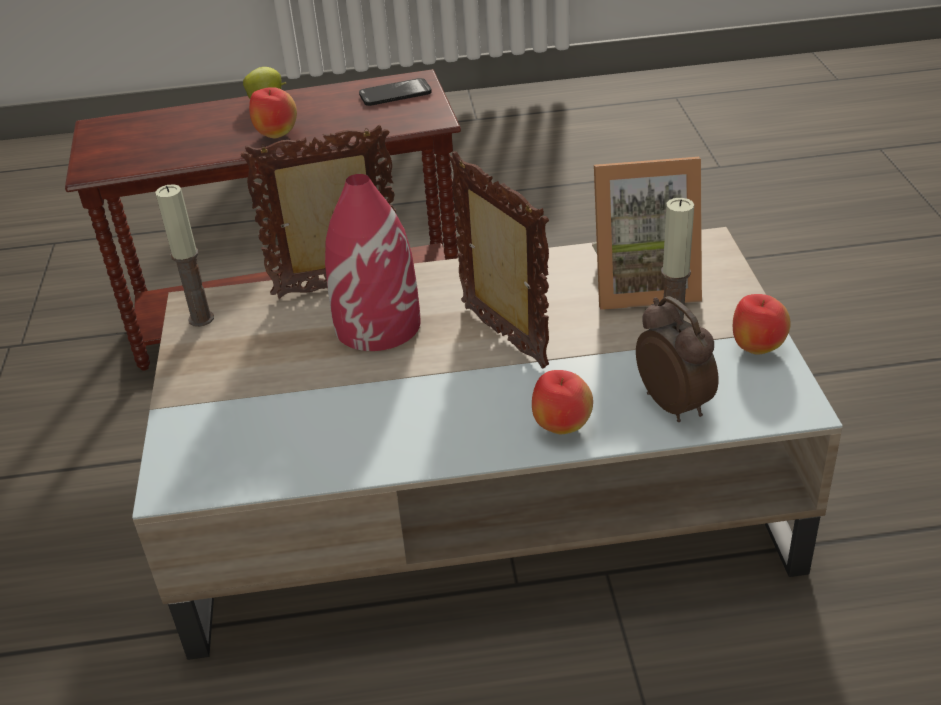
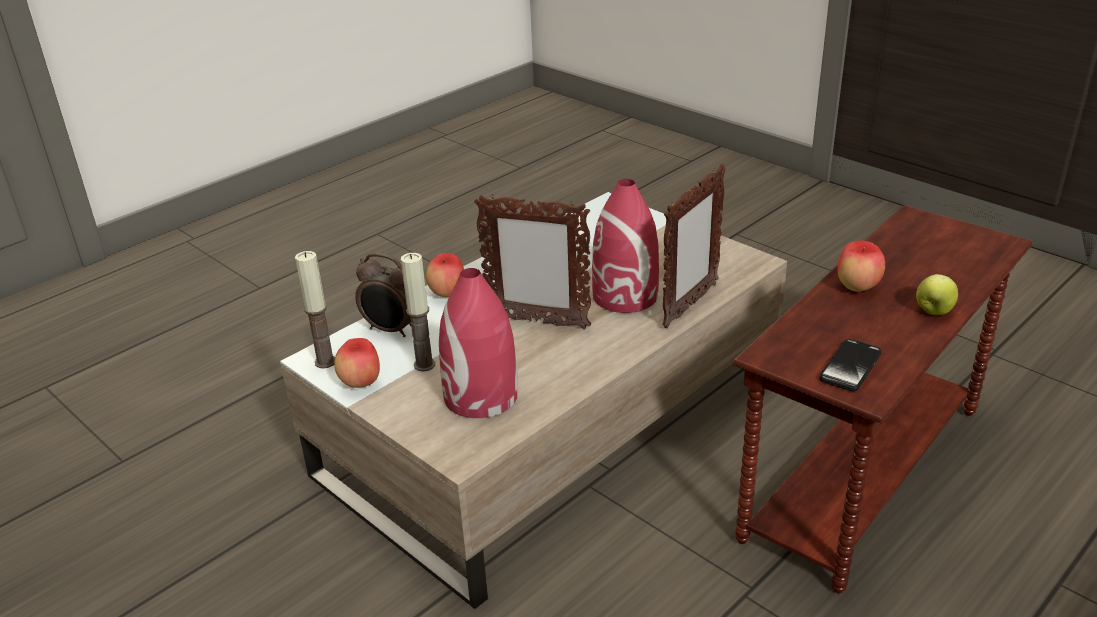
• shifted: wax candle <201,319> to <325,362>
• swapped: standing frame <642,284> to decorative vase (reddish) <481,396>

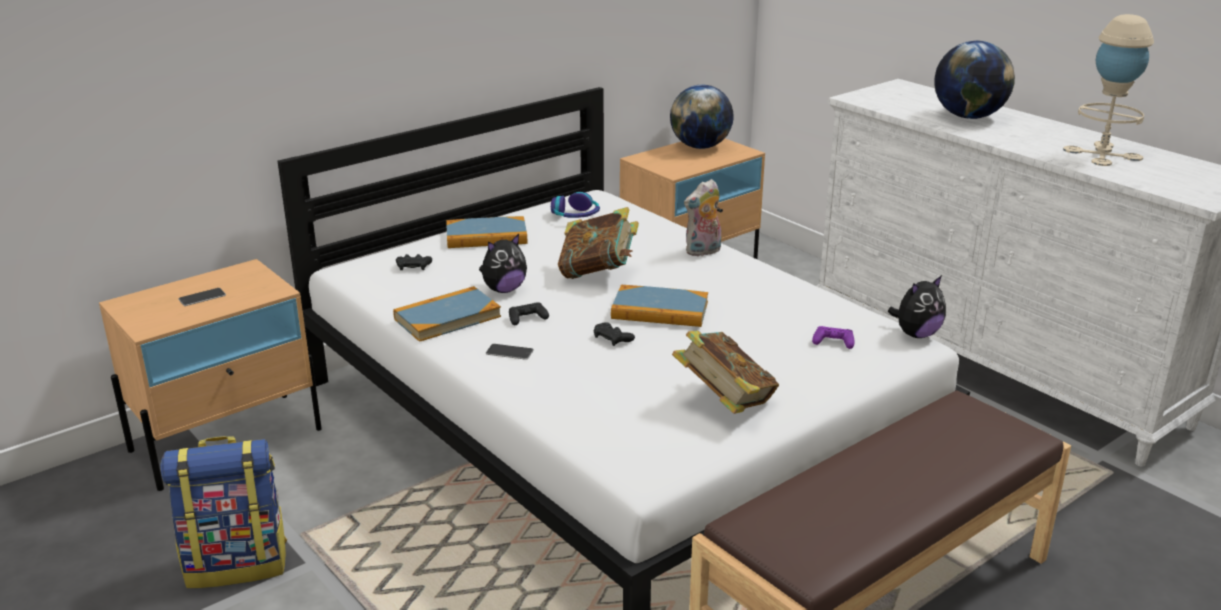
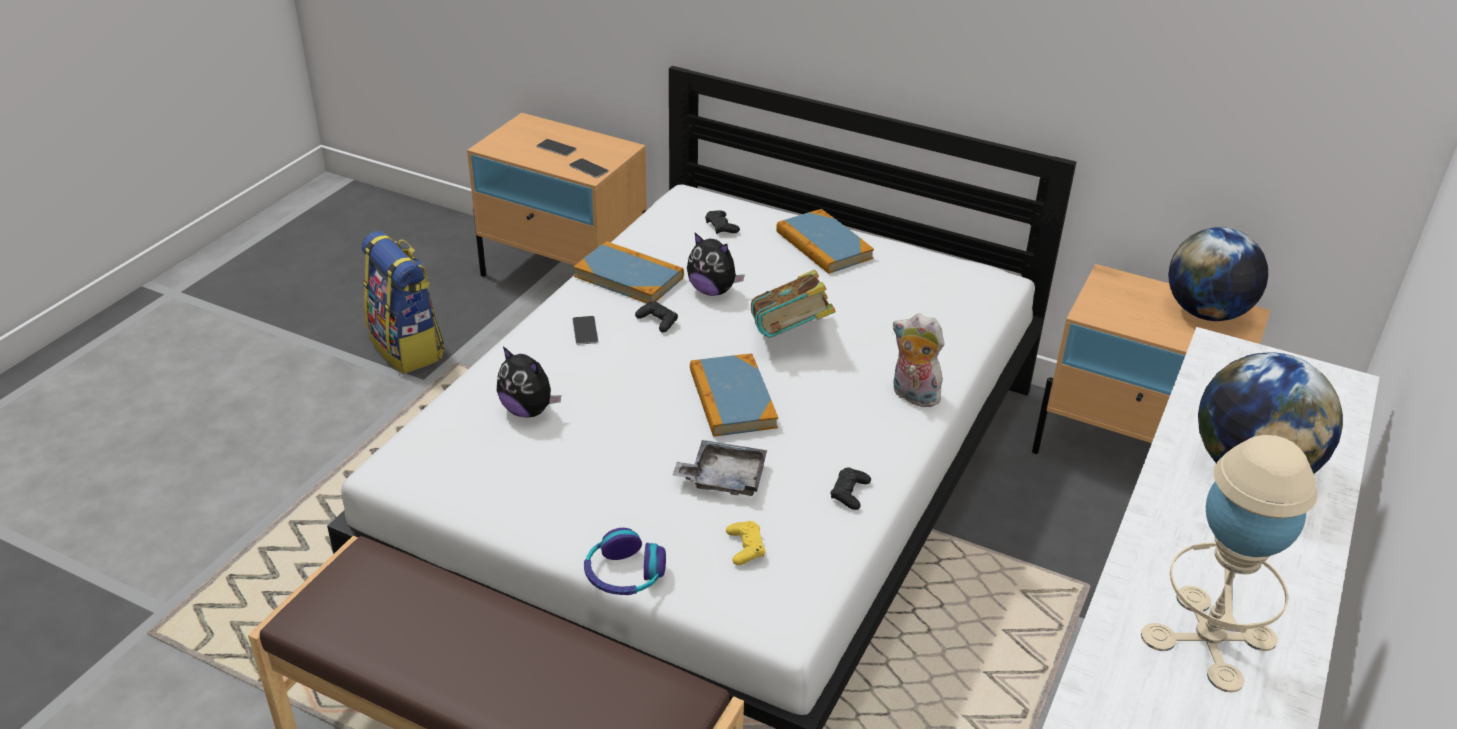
• gone: book <724,402>
• new: telephone <588,168>
• new: serving tray (greyish) <723,478>
• shifted: headphones <575,215> to <624,574>
• shifted: joypad (blackish) <612,338> to <849,493>
• shifted: plush toy <916,334> to <528,410>
• repainted: joypad (purple) <833,342> to joypad (yellowish) <745,547>

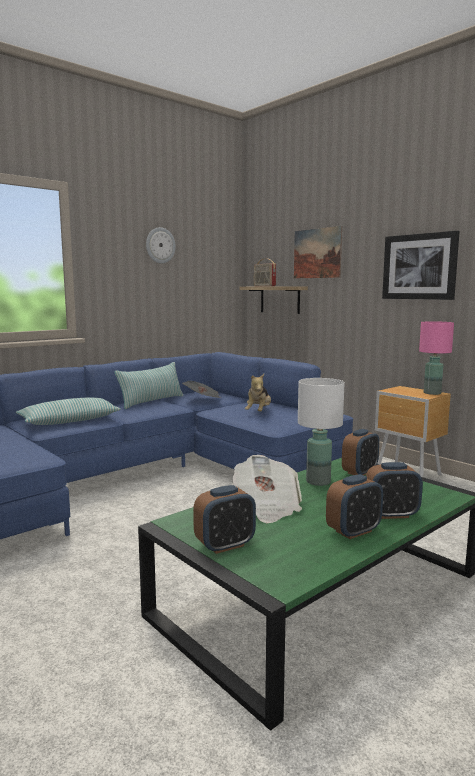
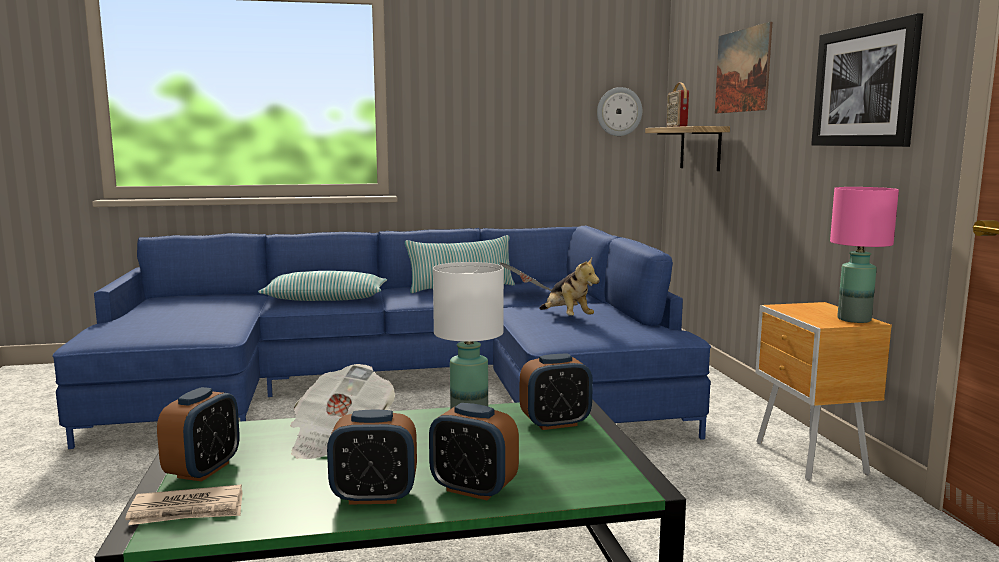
• new: daily paper <188,510>
• shifted: clock on the wall <160,245> to <619,111>
• rotated: alarm clock <225,545> = <203,470> 75 degrees counterclockwise
• rotated: plush toy <258,412> = <566,318> 75 degrees counterclockwise

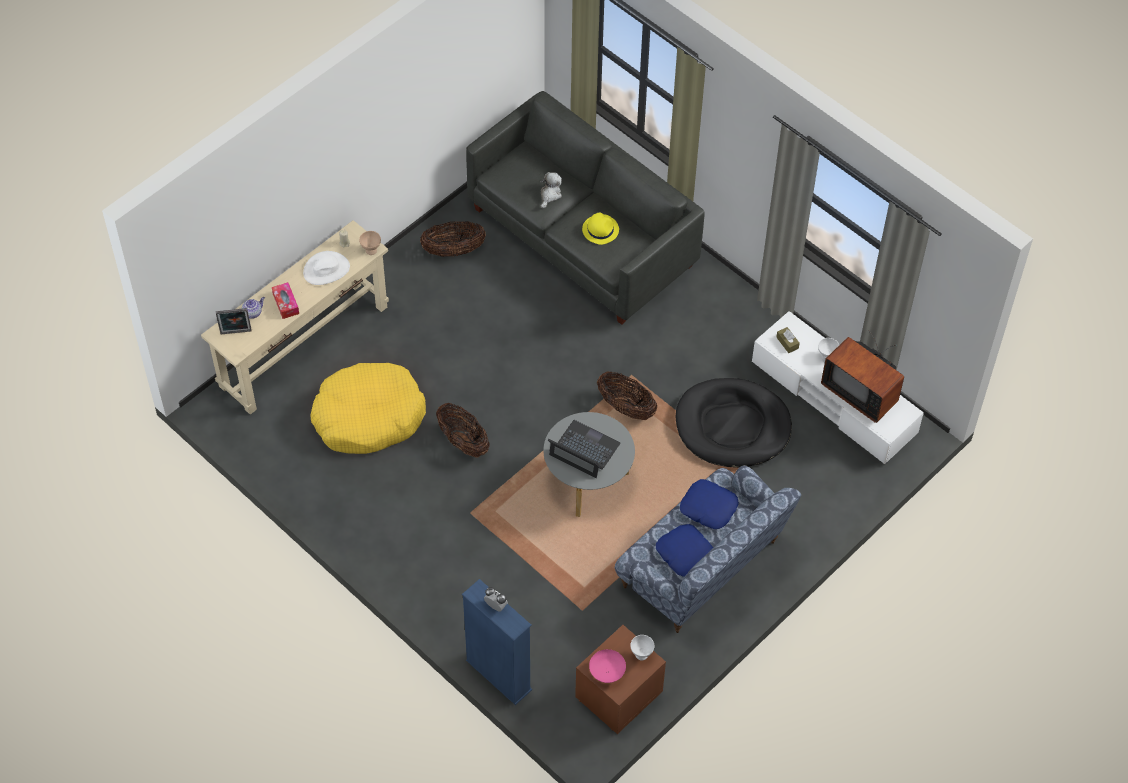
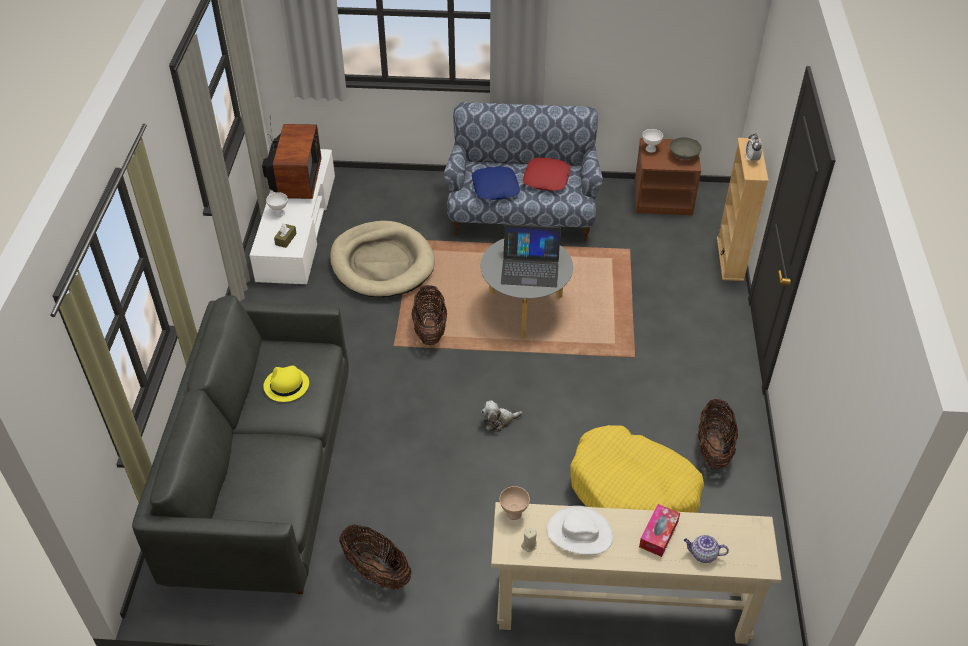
• gone: standing frame <236,333>
• shifted: storage basket <463,442> to <713,448>
• shifted: plush toy <550,195> to <499,421>
• repainted: bookcase (bluish) <498,675> to bookcase (beige) <730,259>
• repainted: serving bowl (pink-coloured) <607,672> to serving bowl (greyish) <684,156>
• repainted: throw pillow (bluish) <685,554> to throw pillow (reddish) <547,179>
• repainted: pet bed (blackish) <732,426> to pet bed (beige) <382,263>
• rotated: laptop <584,450> = <530,267> 75 degrees counterclockwise

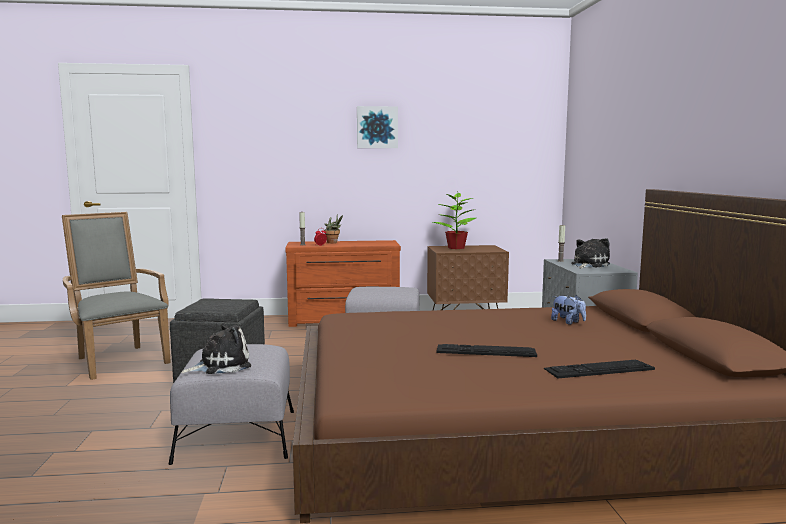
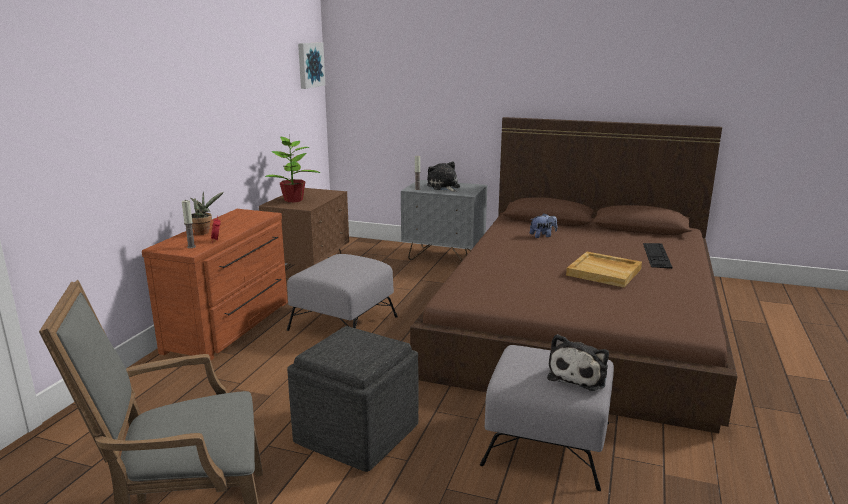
• shifted: wall art <377,127> to <310,65>
• swapped: computer keyboard <486,351> to serving tray (beige) <604,272>
• rotated: plush toy <221,365> = <579,375> 150 degrees counterclockwise

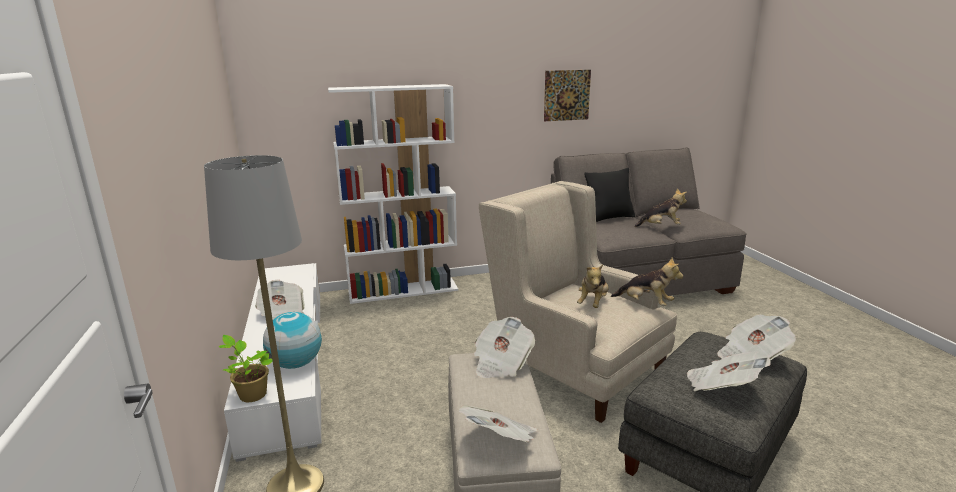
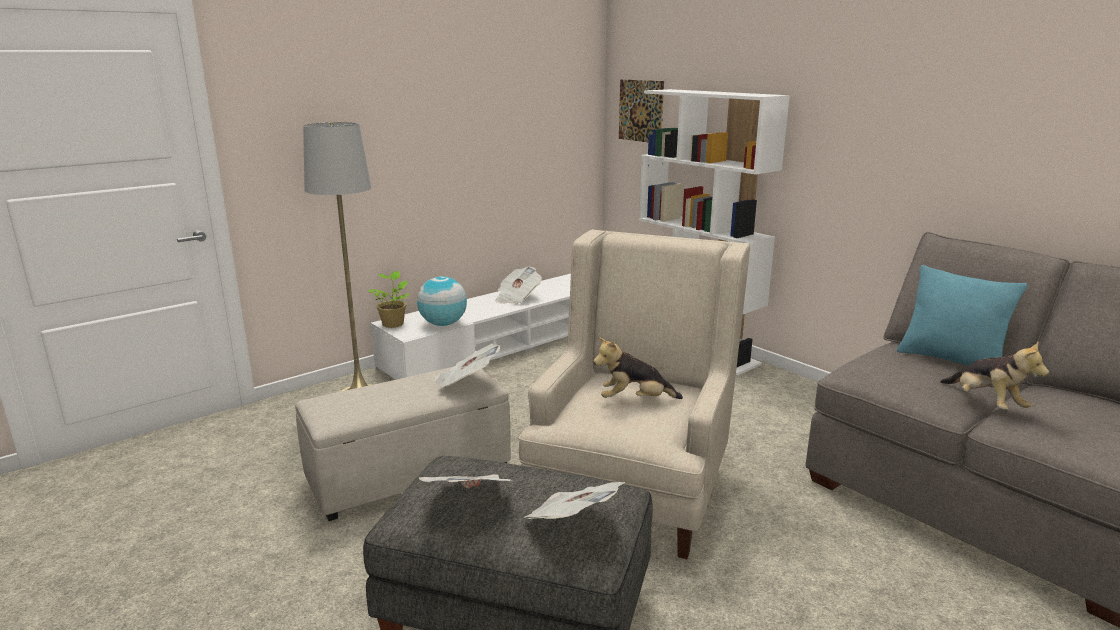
• gone: daily paper <500,440>
• gone: plush toy <645,303>
• shifted: wall art <567,95> to <640,111>
• repainted: throw pillow (blackish) <609,218> to throw pillow (blue-green) <950,360>

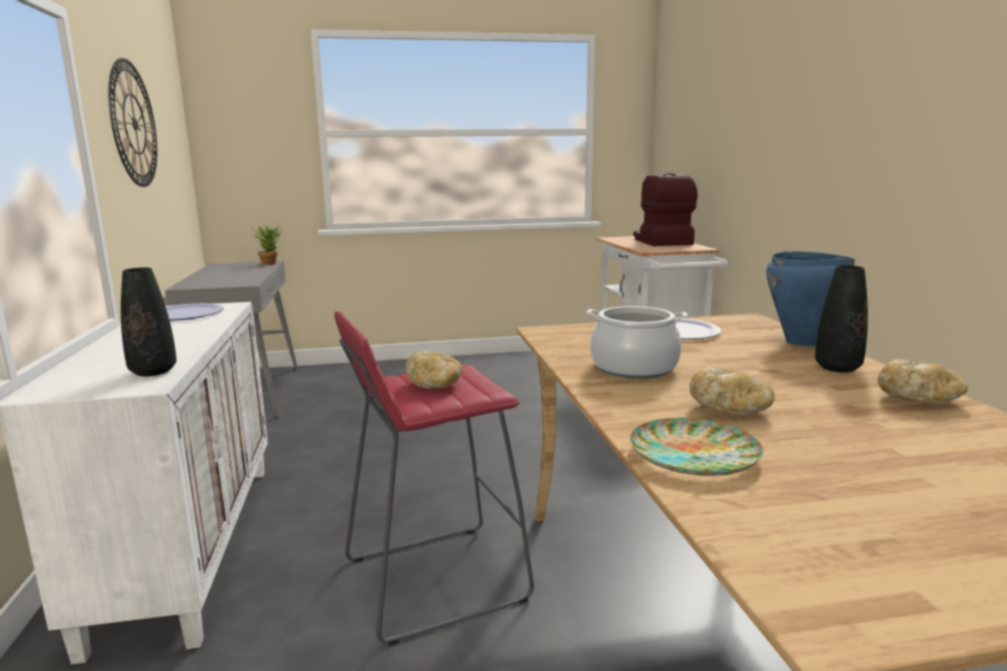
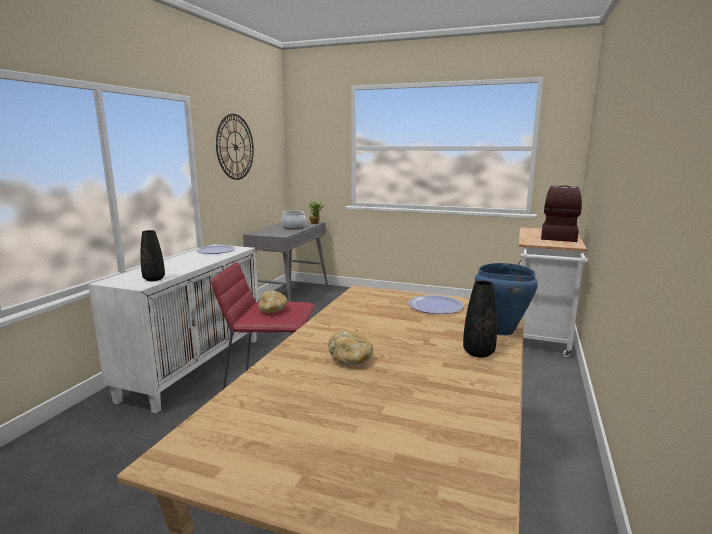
• gone: plate <694,455>
• gone: bread <918,399>
• shifted: saucepot <634,368> to <294,227>

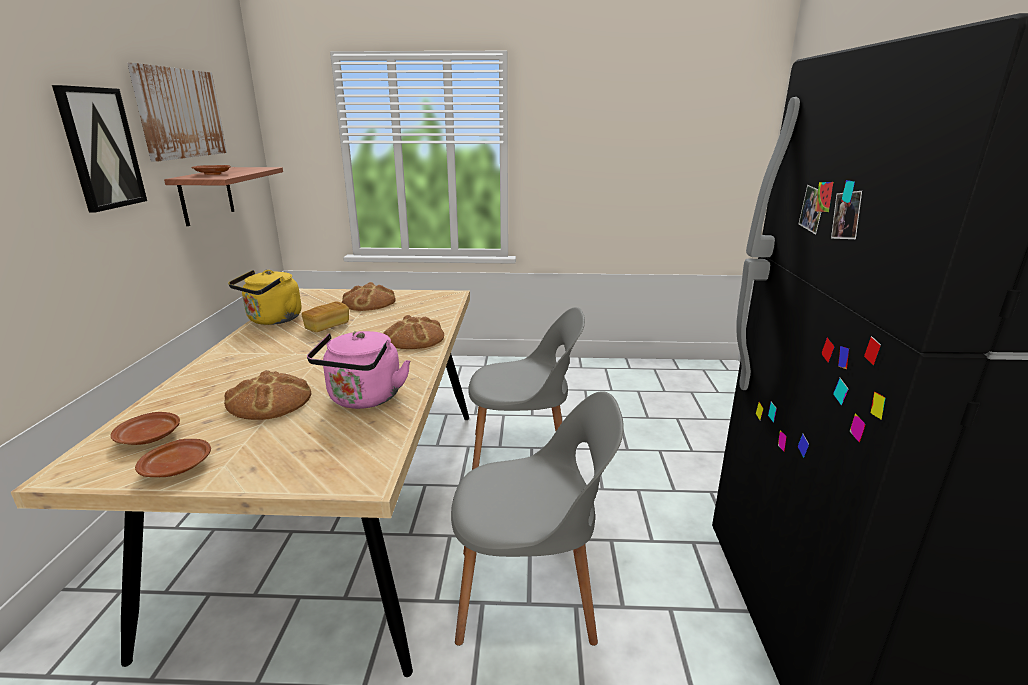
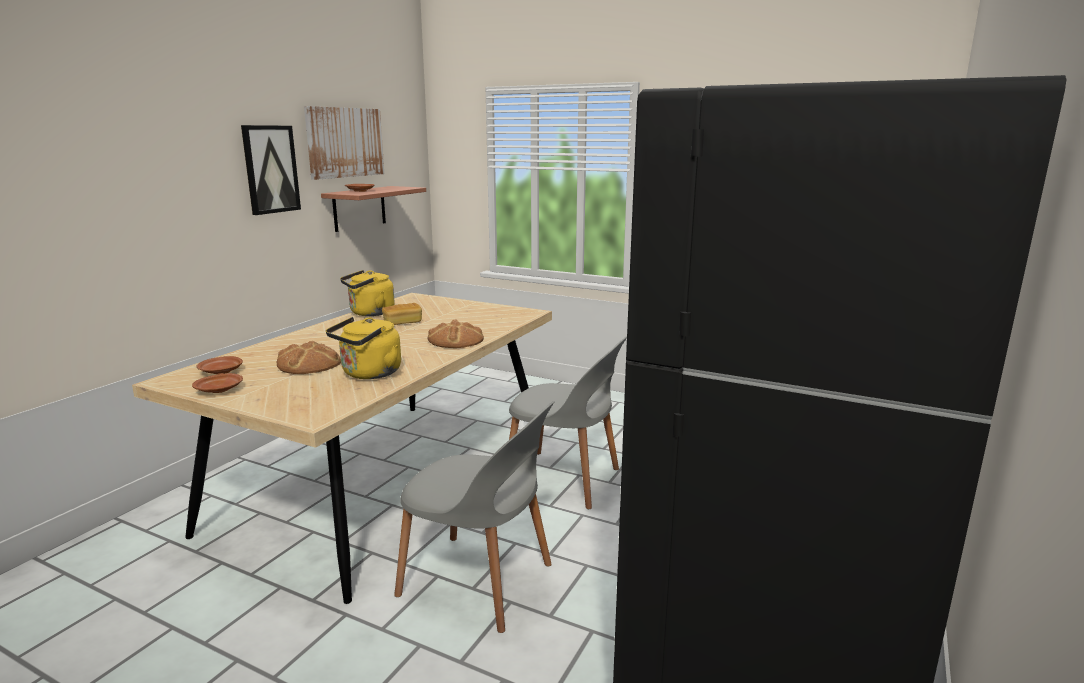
• gone: bread <369,302>
• repainted: kettle (pink-coloured) <363,399> to kettle (yellowish) <369,374>

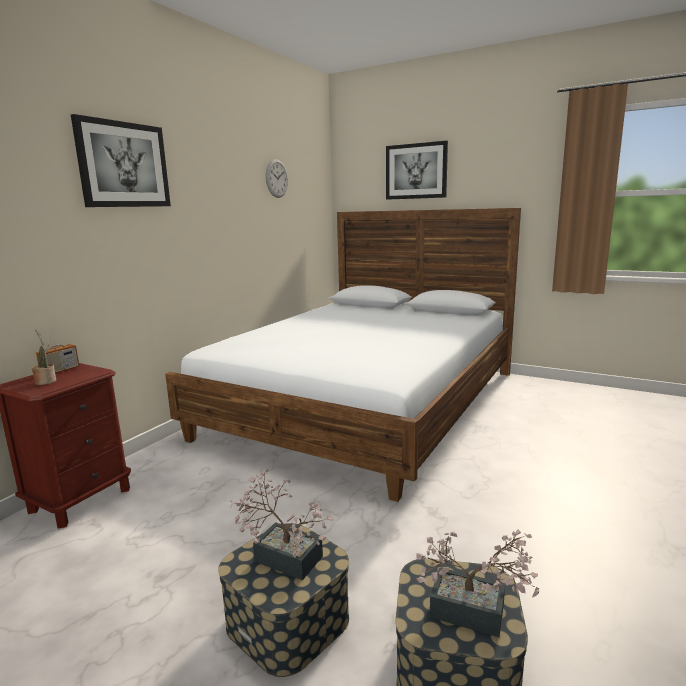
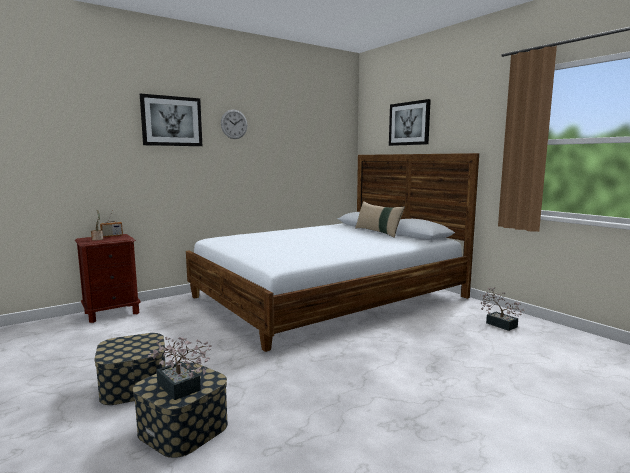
• new: throw pillow (beige) <378,232>
• shifted: houseplant <282,555> to <498,324>
• shifted: clock on the wall <276,178> to <234,124>

